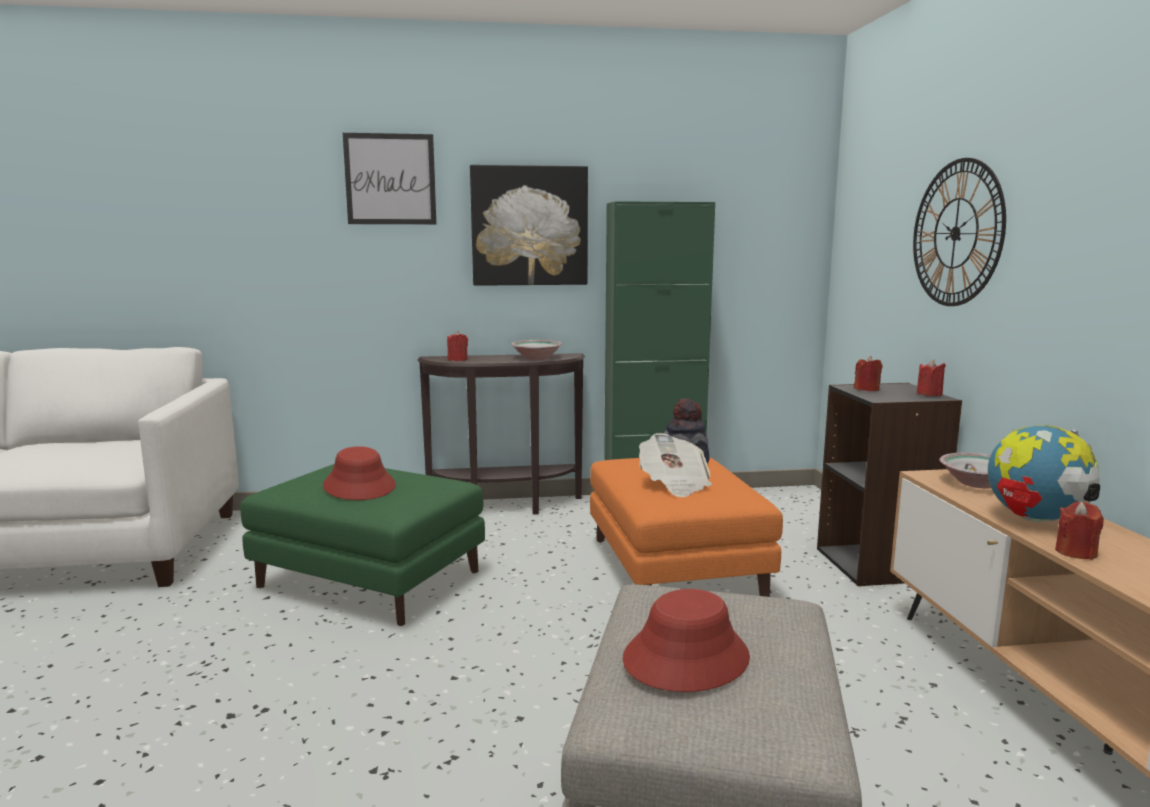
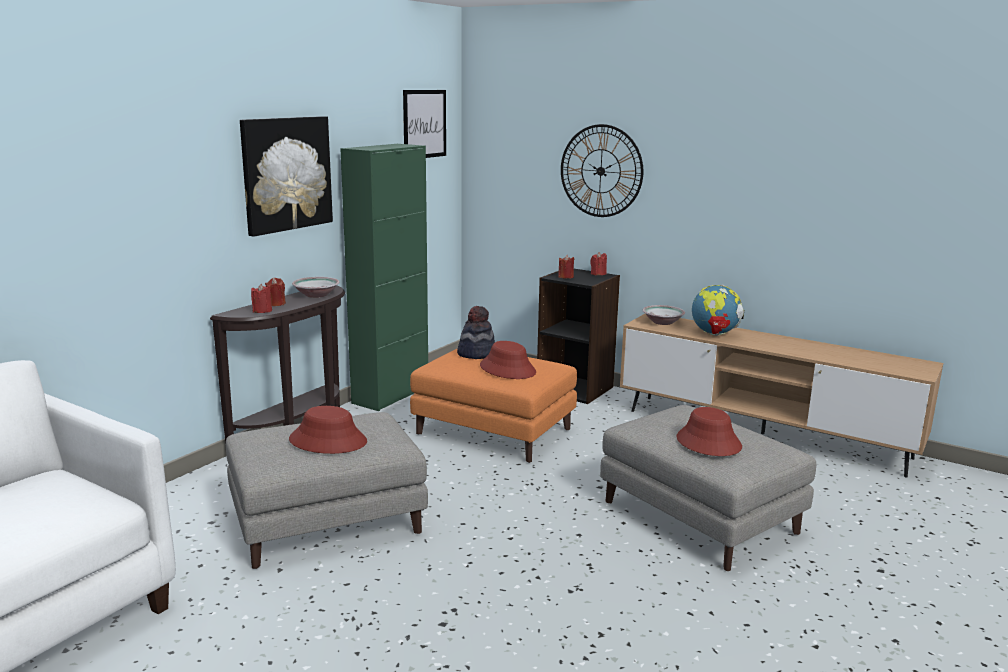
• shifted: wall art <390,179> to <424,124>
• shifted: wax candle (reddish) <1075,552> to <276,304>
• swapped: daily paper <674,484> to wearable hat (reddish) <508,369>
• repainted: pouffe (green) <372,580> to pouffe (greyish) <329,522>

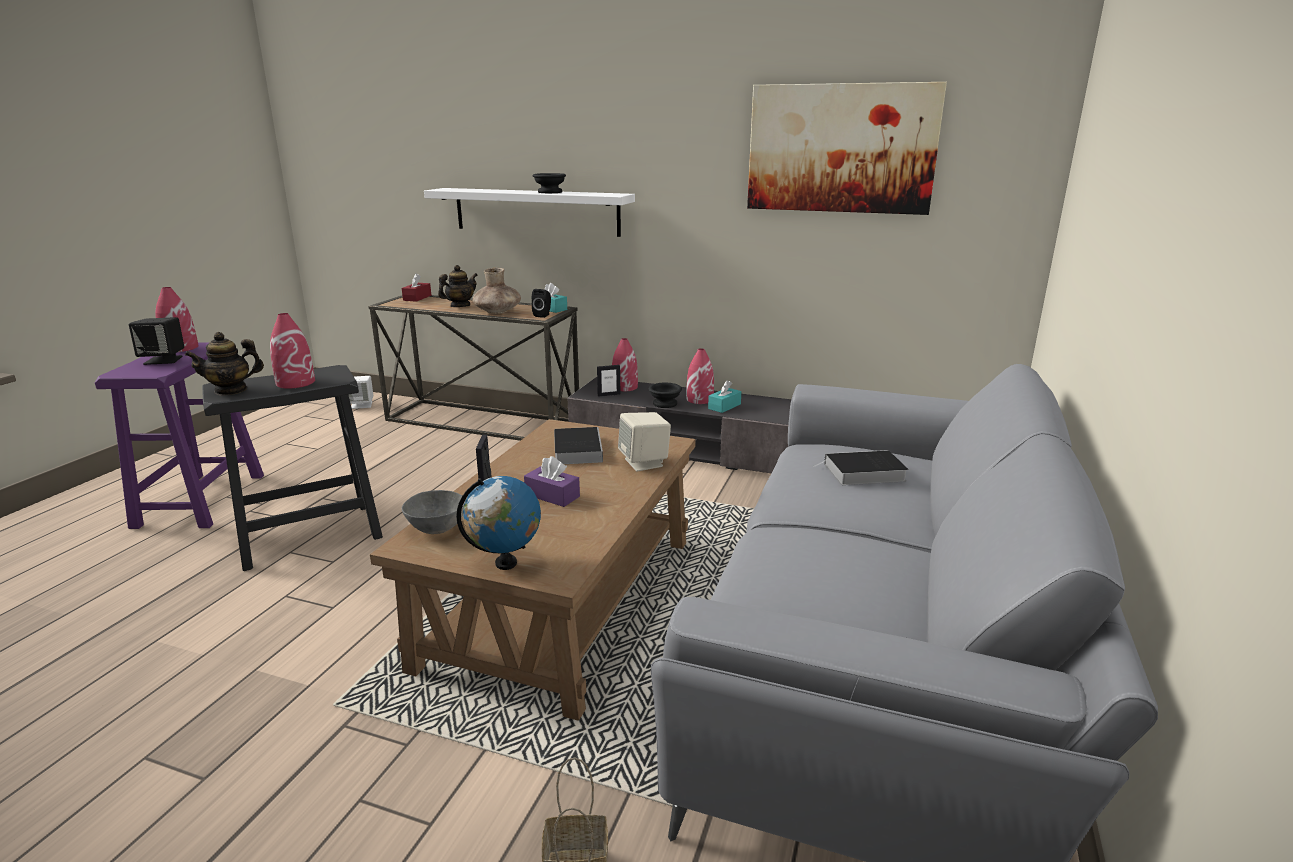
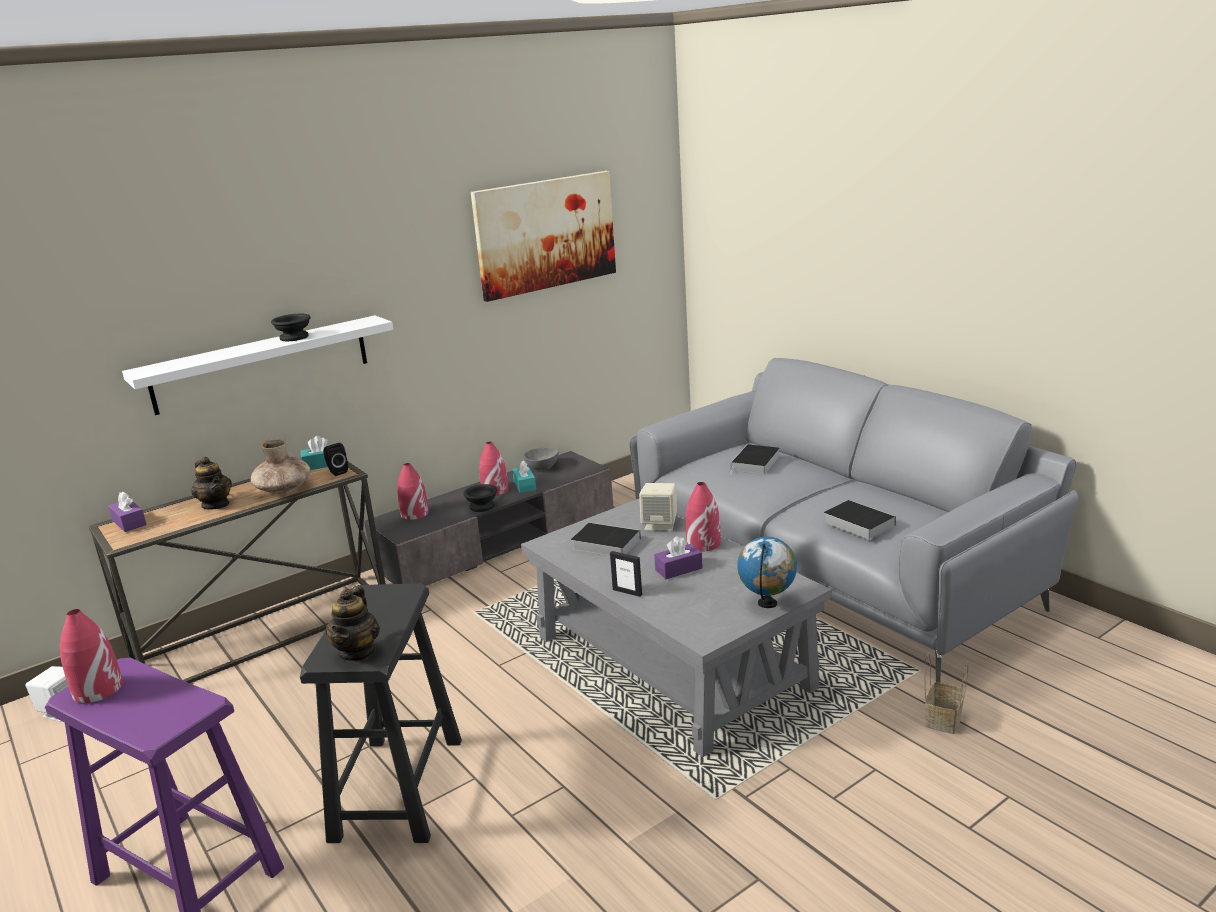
• gone: speaker (blackish) <164,360>
• gone: standing frame <609,395>
• new: book <856,523>
• shifted: decorative vase (reddish) <296,382> to <703,543>
• shifted: serving bowl (greyish) <437,529> to <543,468>
• repainted: coffee table (brownish) <563,601> to coffee table (greyish) <672,662>
• repainted: tissue holder (reddish) <417,298> to tissue holder (purple) <129,523>
• rotated: tea pot <460,306> = <216,505> 150 degrees clockwise

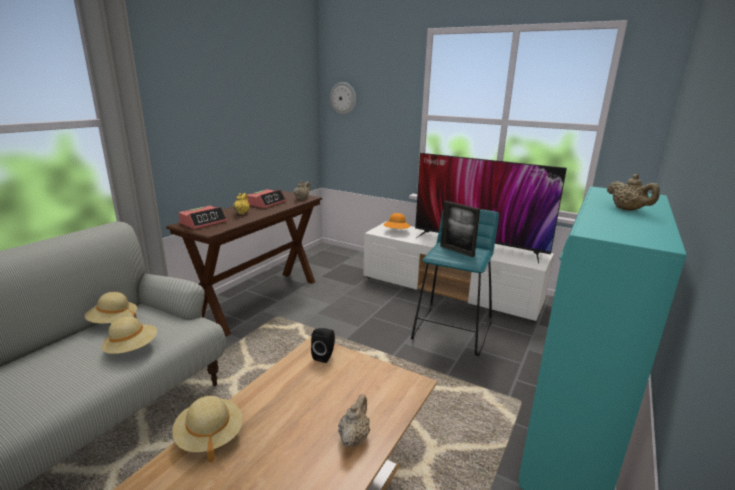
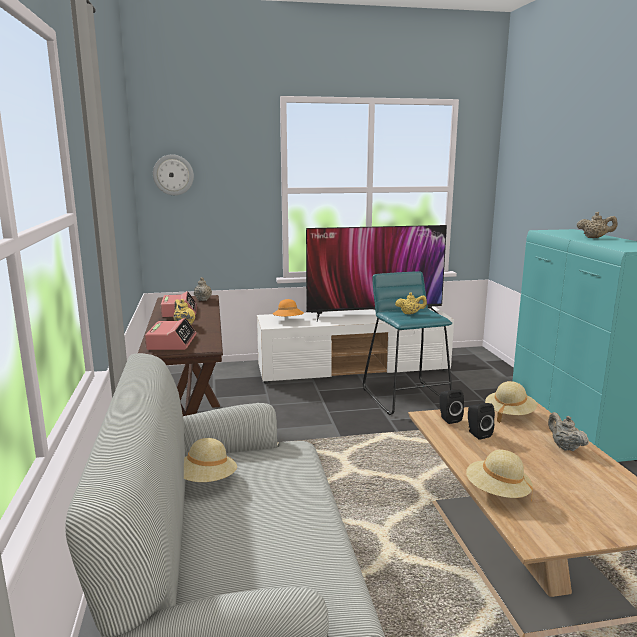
• new: speaker (blackish) <477,434>
• shifted: wearable hat (beige) <132,349> to <509,414>
• swapped: standing frame <456,251> to tea pot (yellowish) <410,313>

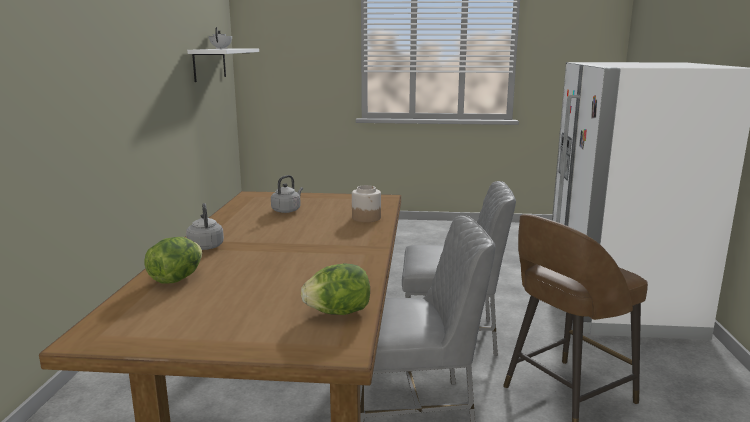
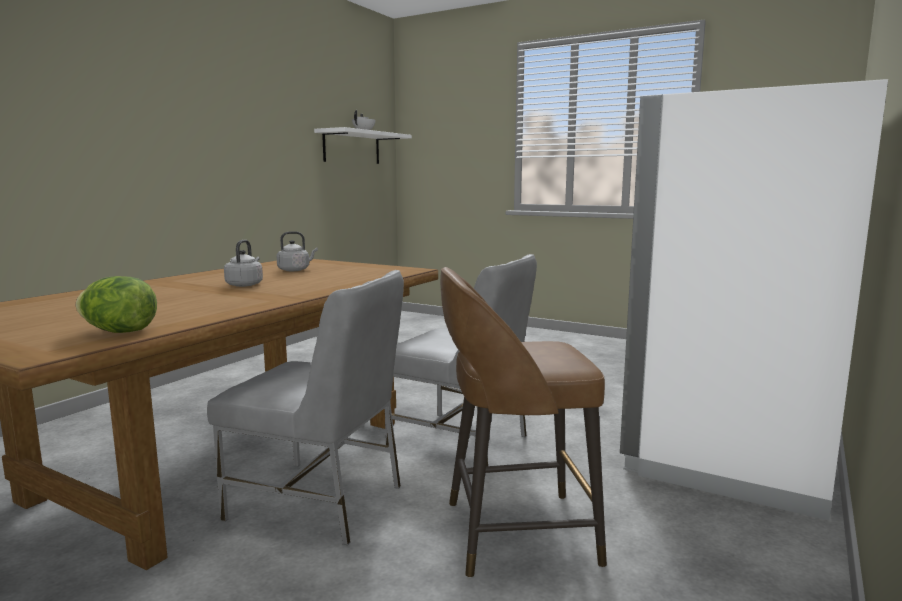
• gone: lettuce <176,279>
• gone: storage jar <366,218>
• shifted: kettle (greyish) <206,246> to <245,284>

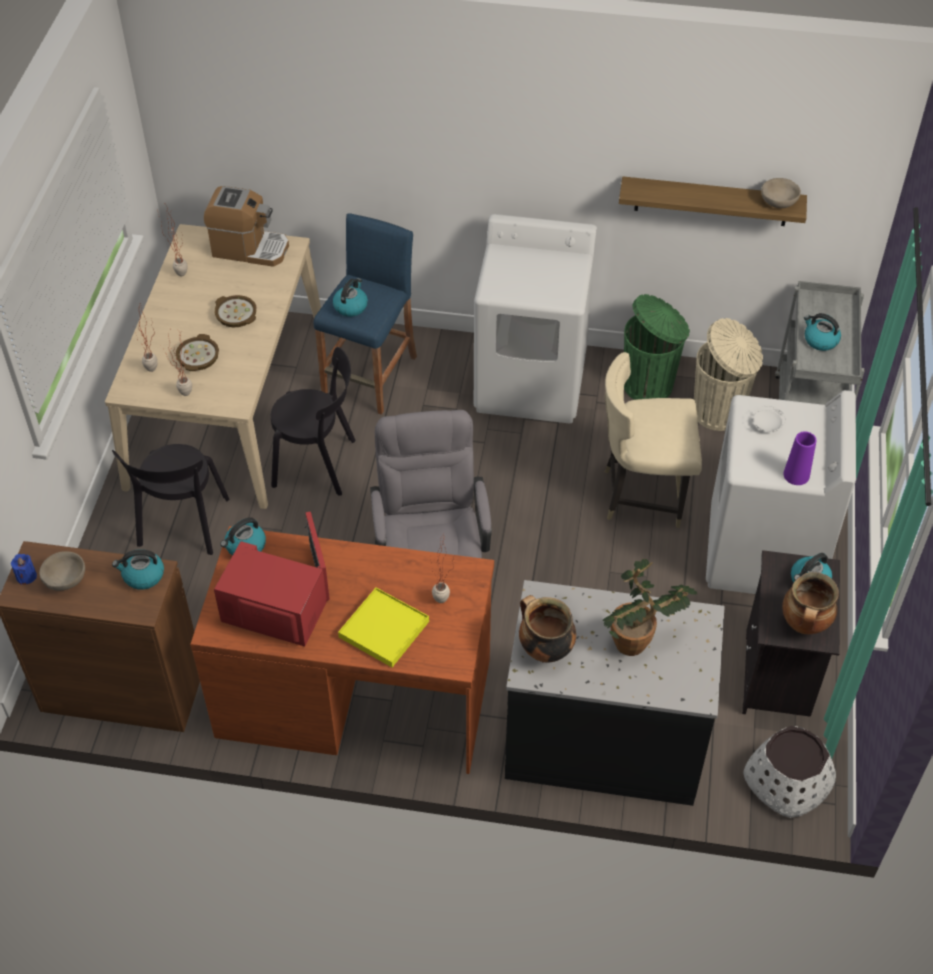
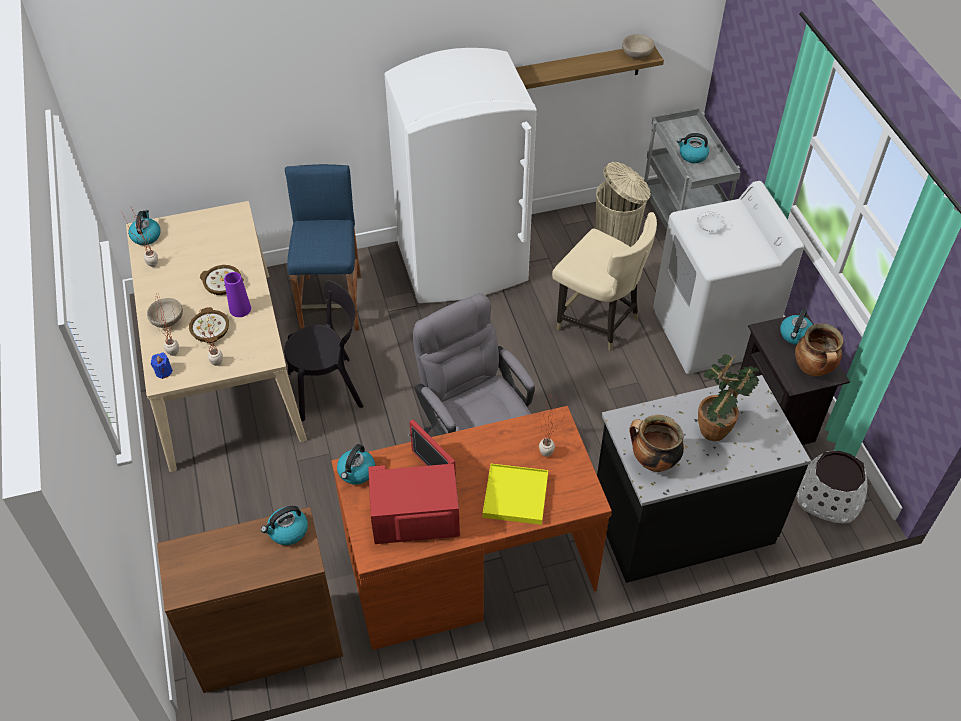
• gone: plain chair (blackish) <182,526>
• gone: coffee maker <249,248>
• gone: trash can (green) <649,385>
• shifted: wax candle (bluish) <26,576> to <163,372>
• shifted: serving bowl (beige) <66,579> to <167,320>
• shifted: kettle <350,306> to <146,236>
• shifted: decorative vase (purple) <796,475> to <240,309>
• swapped: laundry machine (white) <531,382> to refrigerator (white) <463,265>
• rotated: plain chair (beige) <642,495> = <598,321> 120 degrees counterclockwise

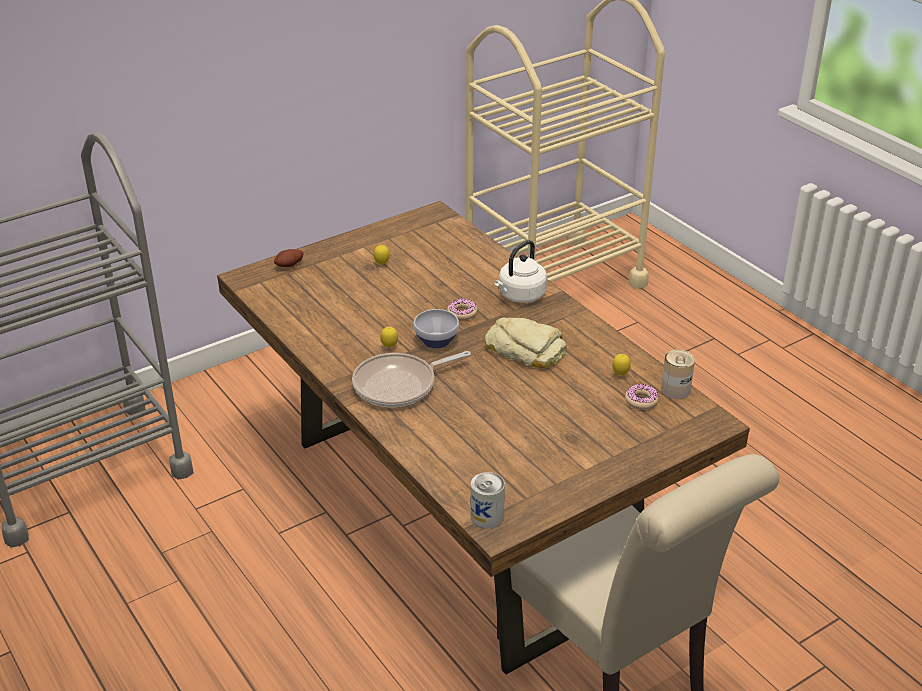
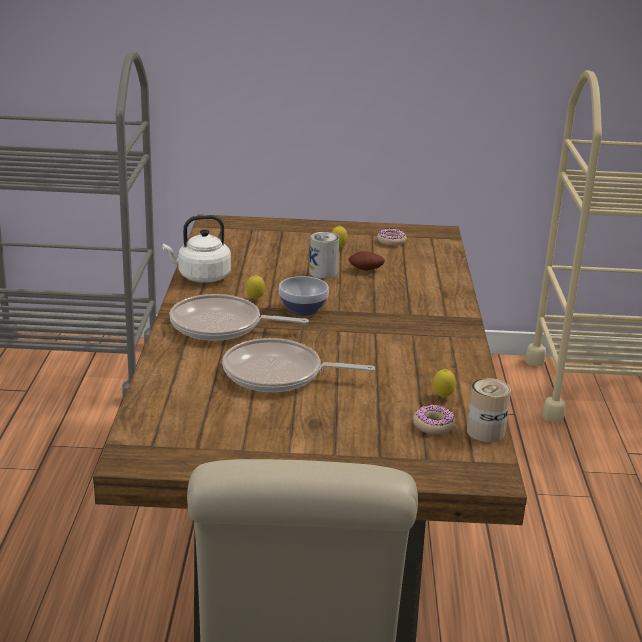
• gone: bread <526,350>
• new: frying pan <278,374>
• shifted: potato <290,266> to <366,270>
• shifted: donut <462,313> to <391,241>
• shifted: can <487,516> to <323,272>
• shifted: kettle (white) <520,296> to <201,277>

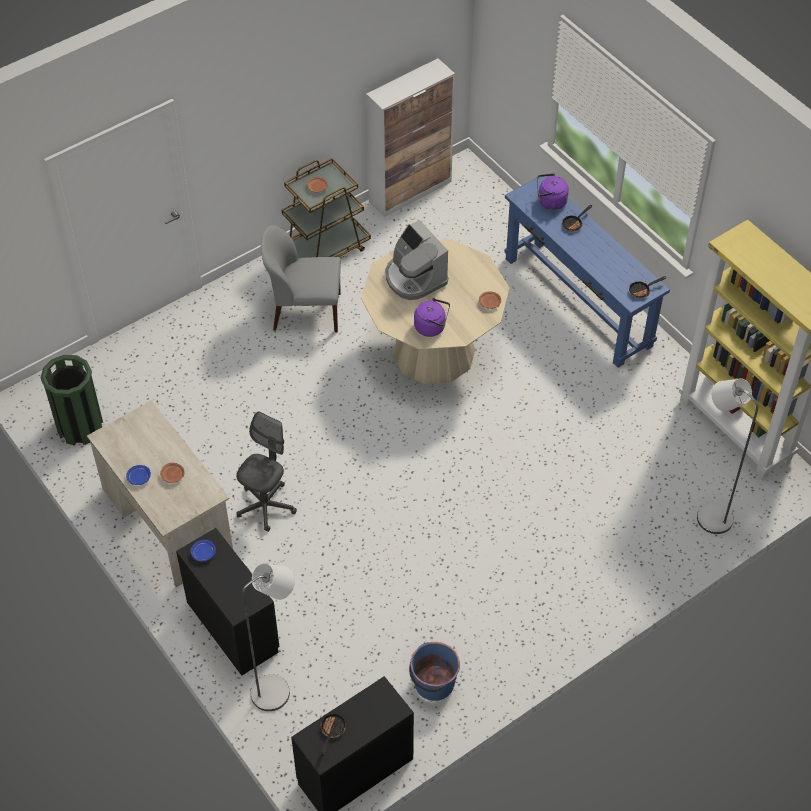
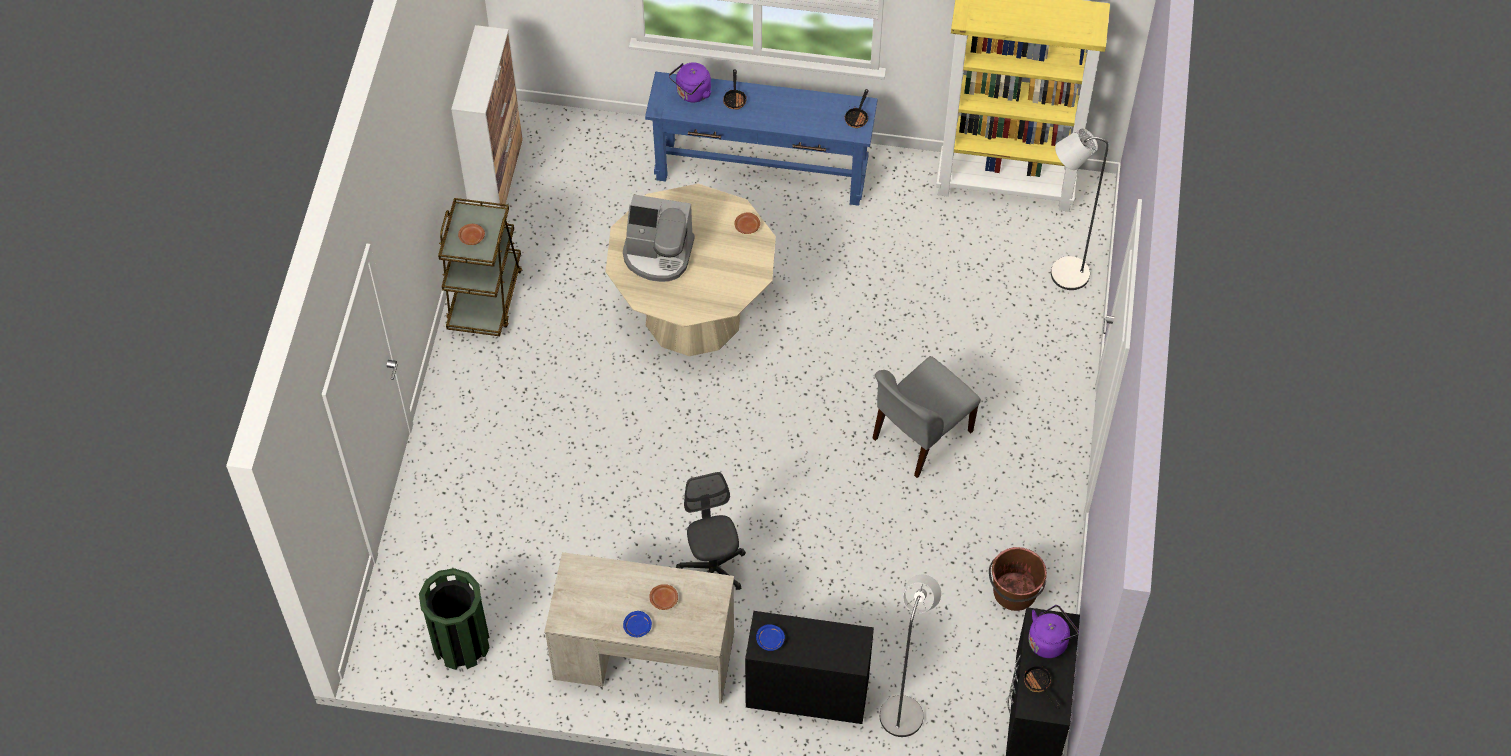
• shifted: plain chair (greyish) <305,311> to <920,436>
• shifted: kettle (purple) <432,327> to <1049,641>
• repainted: pail (bluish) <433,683> to pail (brownish) <1014,592>

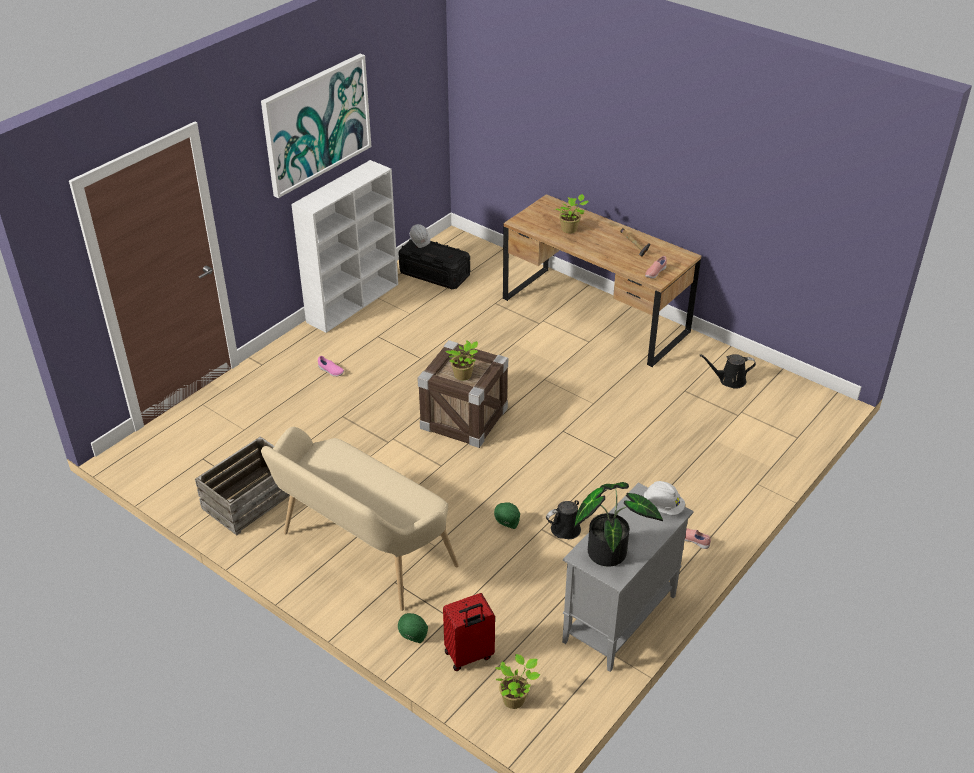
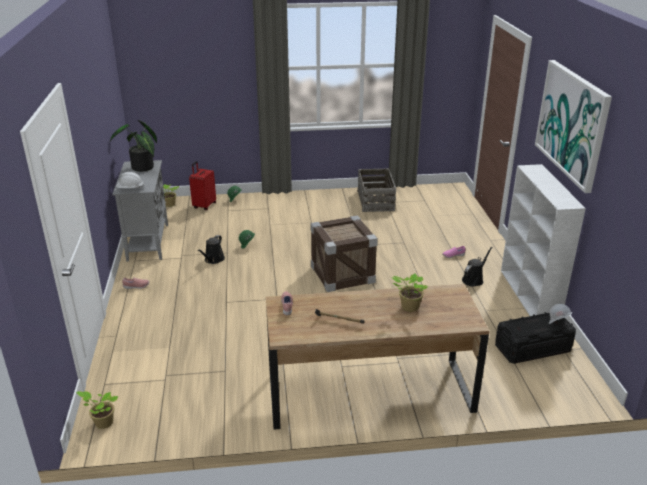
• gone: bench (beige) <361,553>
• shifted: houseplant <464,376> to <102,423>
• shifted: watering can (blackish) <729,380> to <474,279>

